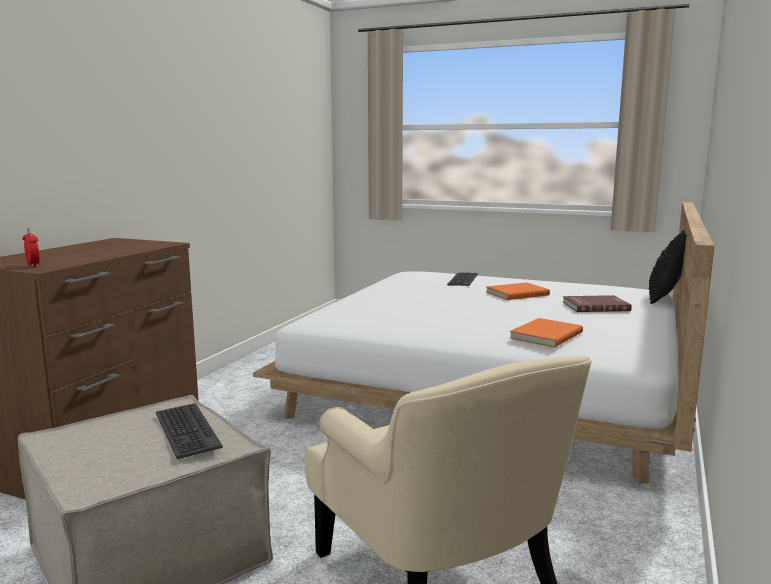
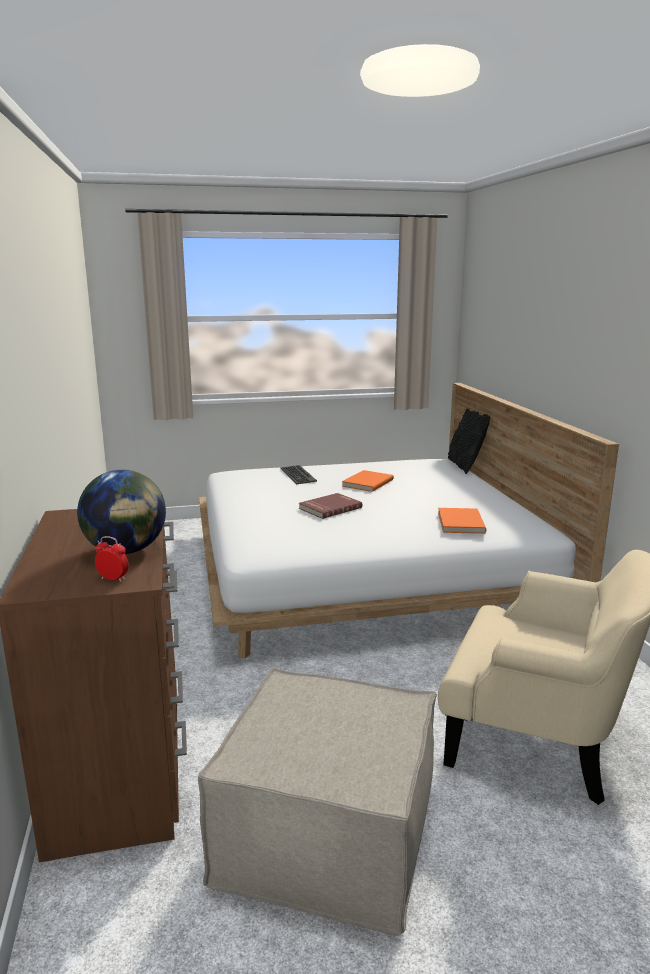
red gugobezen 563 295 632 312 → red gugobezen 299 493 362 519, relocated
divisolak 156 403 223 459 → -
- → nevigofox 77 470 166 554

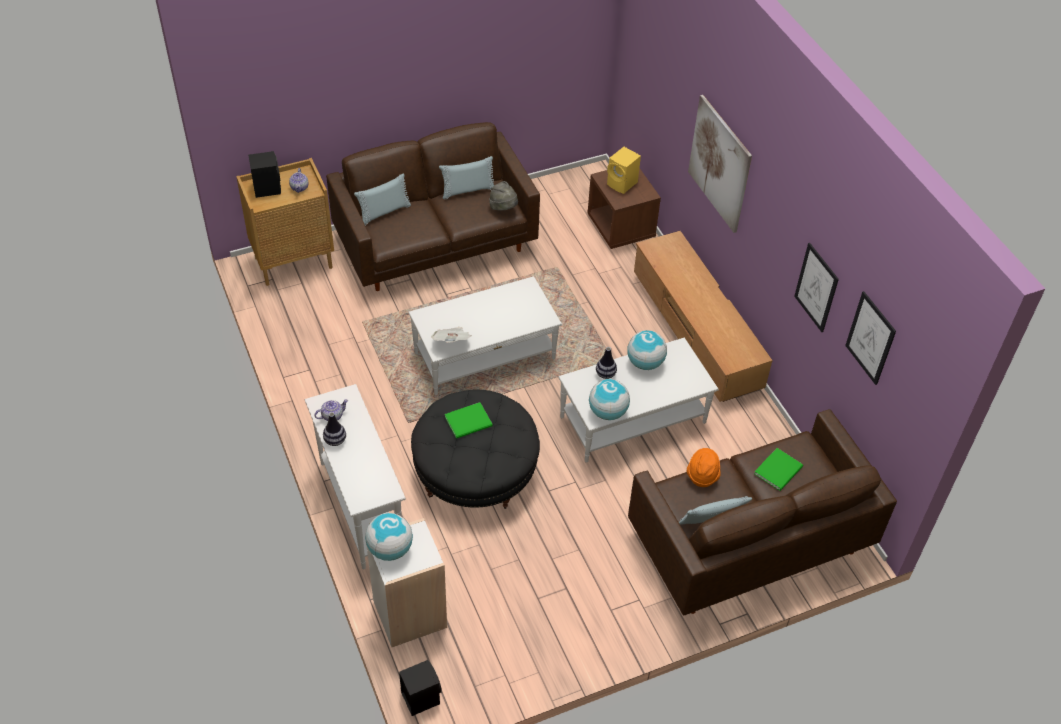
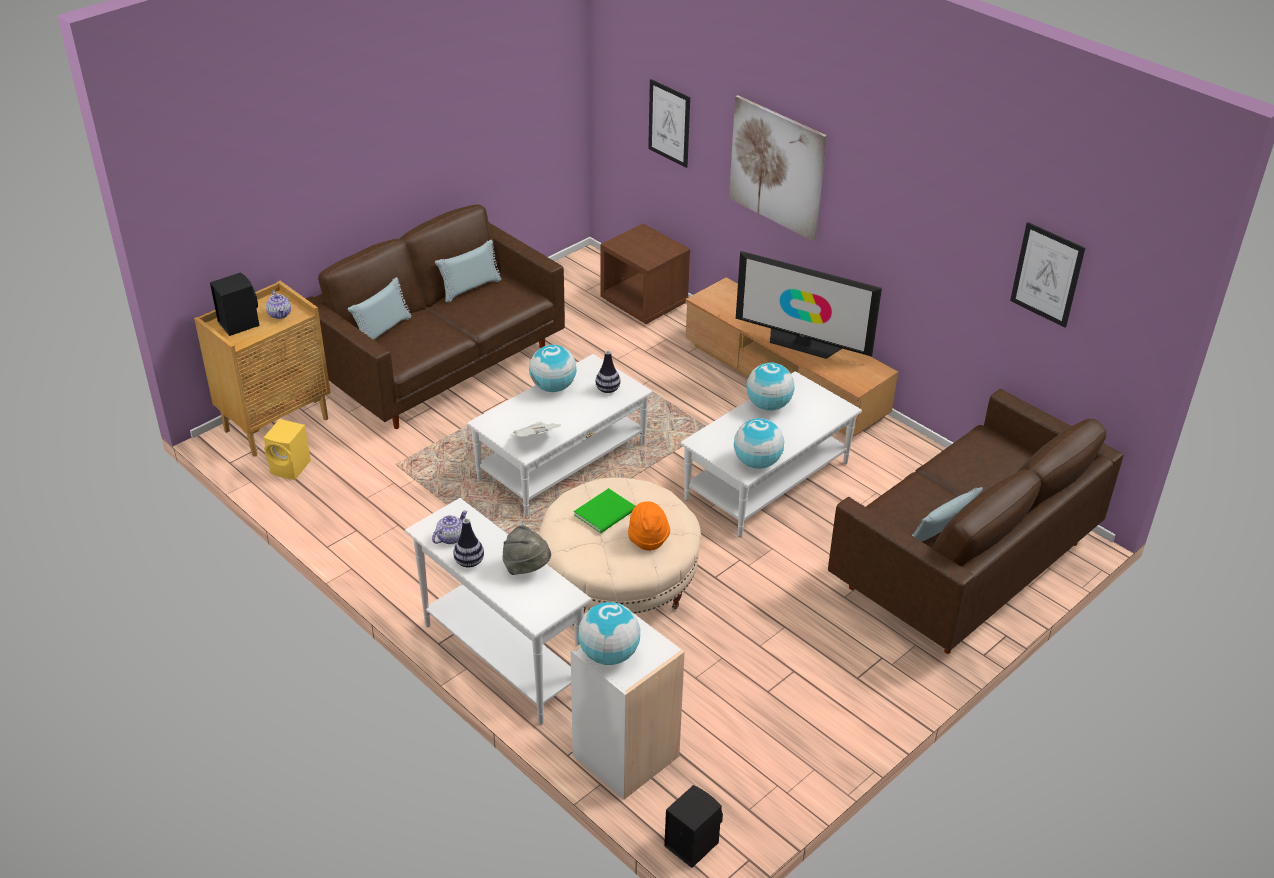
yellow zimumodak 607 147 641 194 → yellow zimumodak 263 419 311 480, relocated
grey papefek 489 181 518 210 → grey papefek 502 525 551 575, relocated
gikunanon 794 243 839 332 → gikunanon 648 79 690 168, relocated
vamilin 596 347 617 379 → vamilin 596 351 621 393, relocated
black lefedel 411 390 540 509 → beige lefedel 539 478 701 614
orange papefek 687 448 721 487 → orange papefek 628 501 670 551, relocated
green gugobezen 754 448 803 491 → -
- → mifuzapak 736 251 882 359
- → nevigofox 529 345 576 392

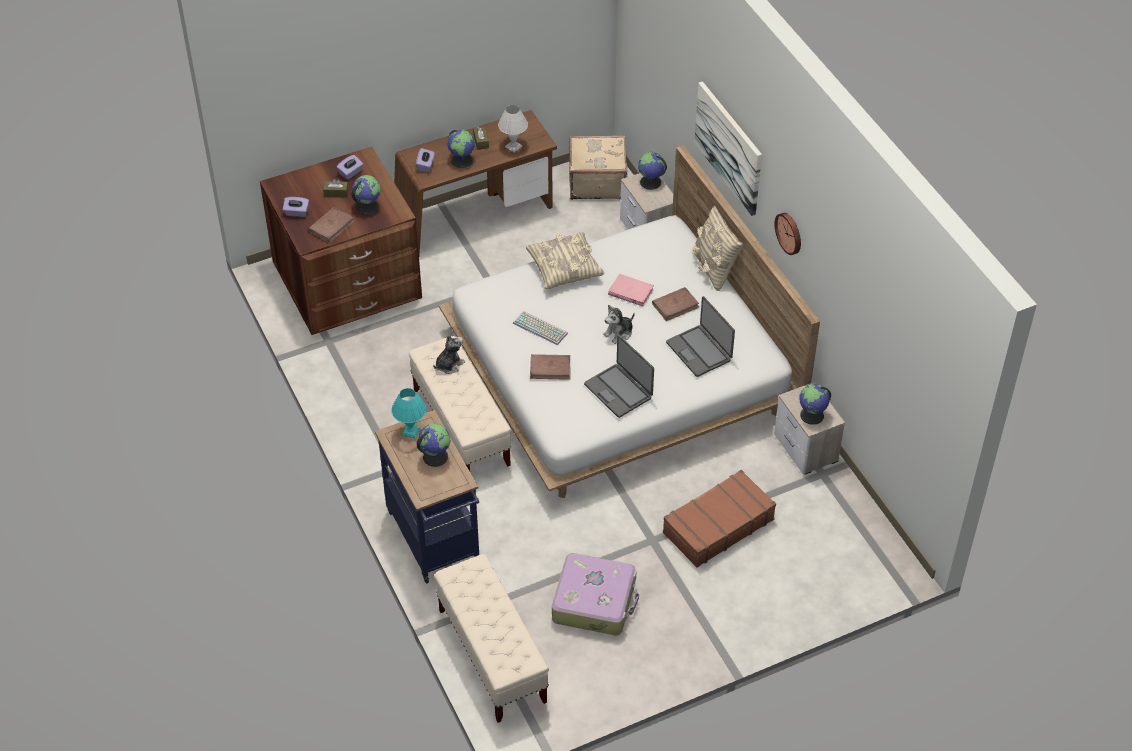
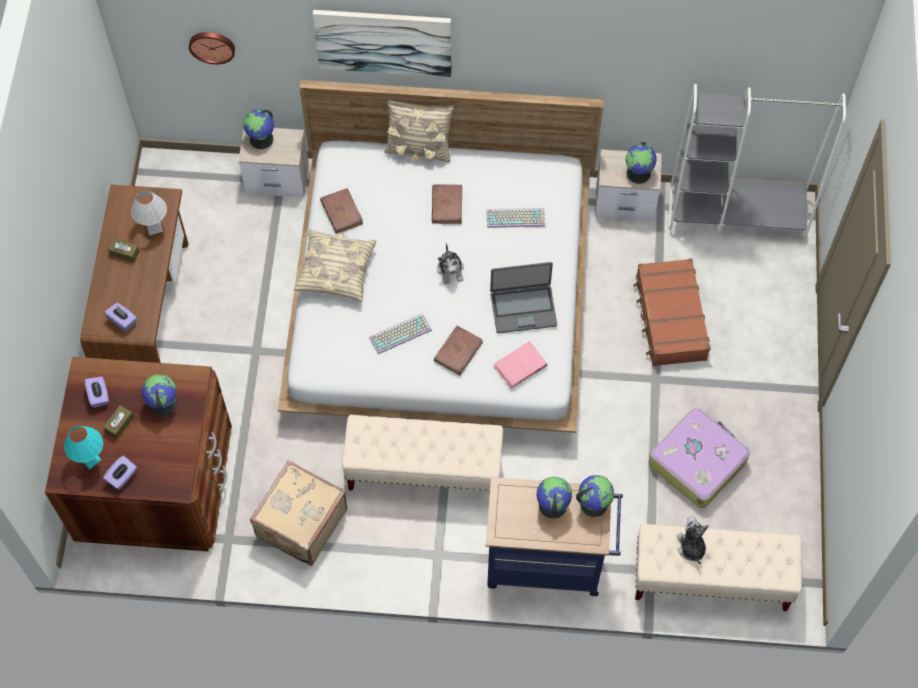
nevigofox 447 129 475 168 → nevigofox 576 475 614 517, relocated
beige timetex 569 135 628 200 → beige timetex 250 460 348 566, relocated
brown gugobezen 308 207 355 243 → brown gugobezen 320 188 363 234, relocated
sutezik 774 213 801 255 → sutezik 189 32 235 64, relocated
pink gugobezen 608 274 654 306 → pink gugobezen 493 341 548 389, relocated
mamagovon 666 296 735 377 → divisolak 487 208 545 228
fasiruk 433 335 465 374 → fasiruk 677 516 709 564, relocated
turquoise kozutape 391 388 427 438 → turquoise kozutape 64 426 103 470, relocated
- → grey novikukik 669 84 846 239

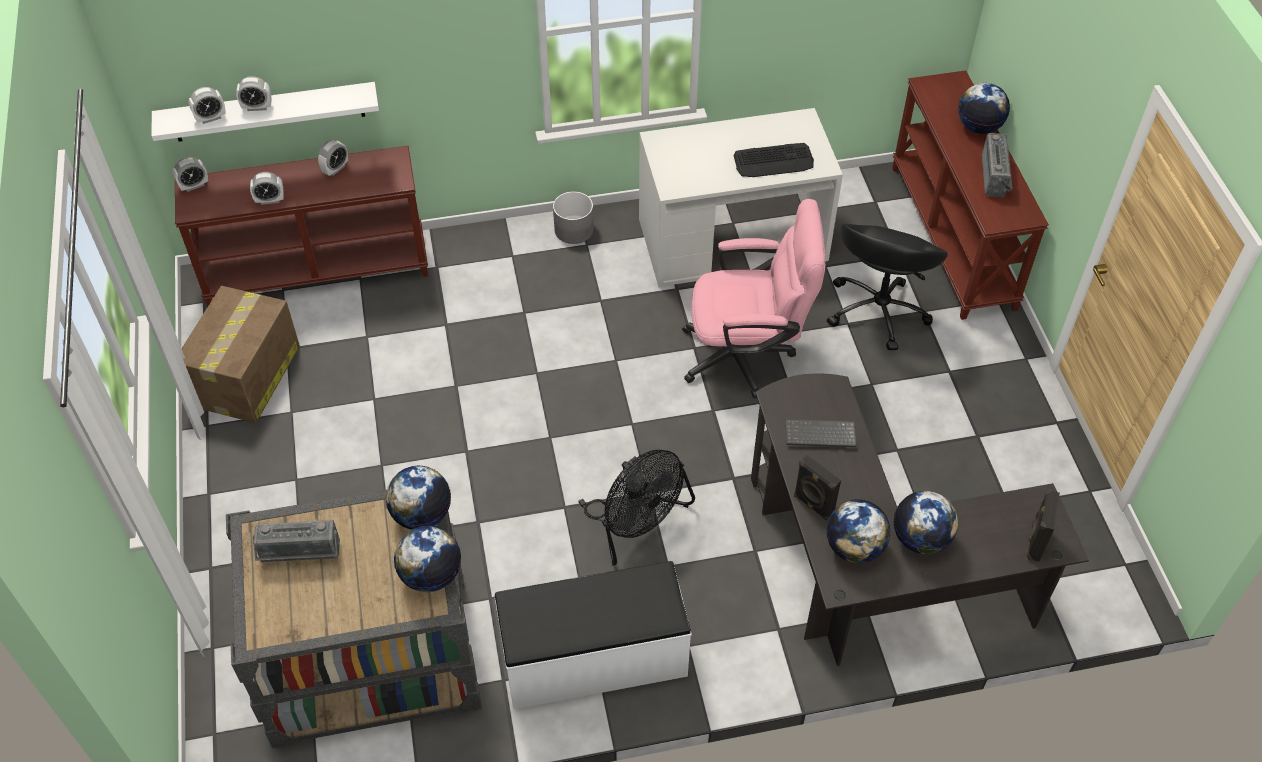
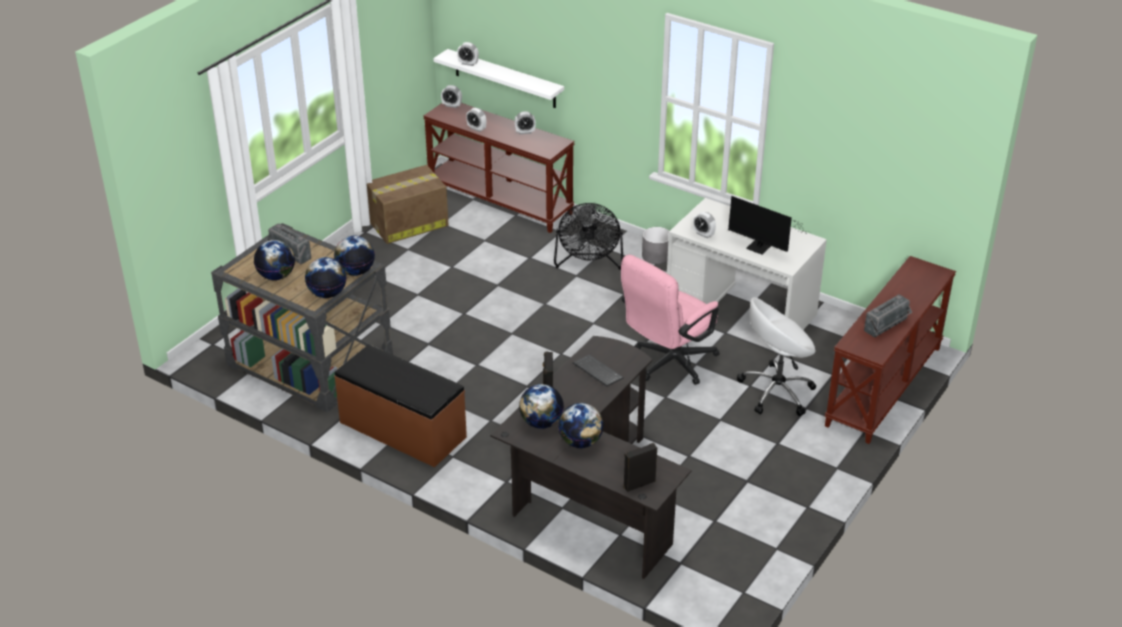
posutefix 236 76 271 111 → posutefix 693 212 716 238, relocated
nevigofox 958 83 1010 134 → nevigofox 254 240 295 280, relocated
divisolak 734 143 814 177 → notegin 728 196 806 255
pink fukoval 682 199 825 398 → pink fukoval 621 255 720 385, 90 degrees clockwise
black fukoval 827 224 948 350 → white fukoval 737 297 816 416
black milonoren 579 450 695 565 → black milonoren 554 203 623 270, relocated
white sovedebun 495 561 691 709 → brown sovedebun 334 344 467 467

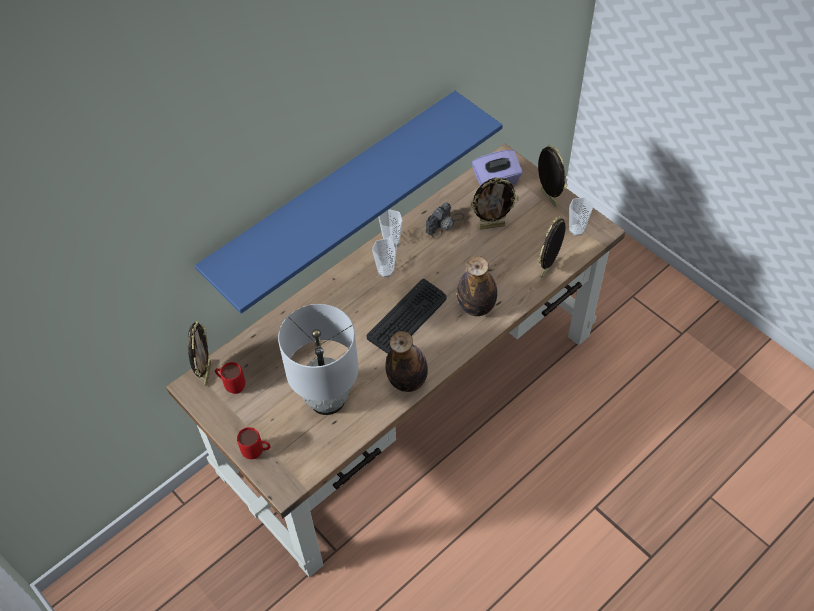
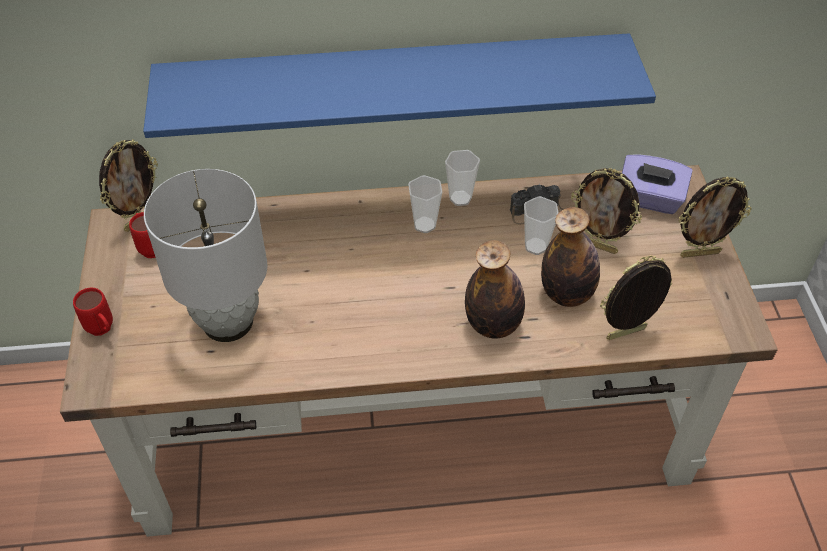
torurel 538 144 568 207 → torurel 679 176 752 258, 75 degrees clockwise
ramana 569 197 594 236 → ramana 524 196 558 255, relocated
divisolak 367 279 447 354 → -
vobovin 385 331 428 392 → vobovin 541 207 600 307, relocated

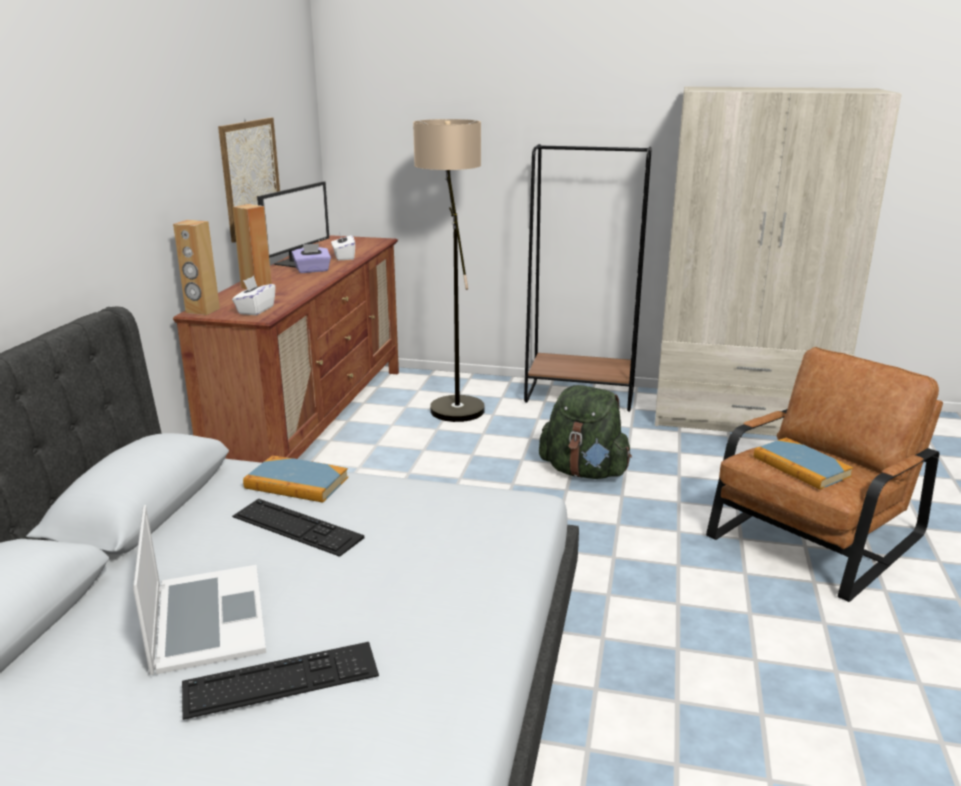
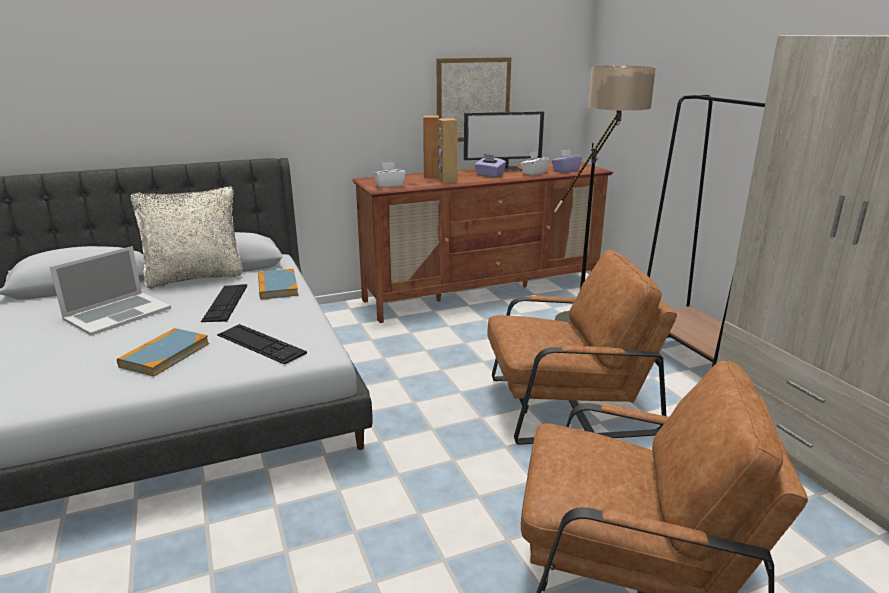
brown zimumodak 173 220 220 315 → brown zimumodak 438 118 458 183, relocated
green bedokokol 539 385 632 479 → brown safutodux 487 249 677 445
gugobezen 754 438 853 489 → gugobezen 117 328 209 376, relocated
divisolak 182 642 379 720 → divisolak 217 324 307 365, relocated
- → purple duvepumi 552 149 582 173
- → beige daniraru 130 186 243 288

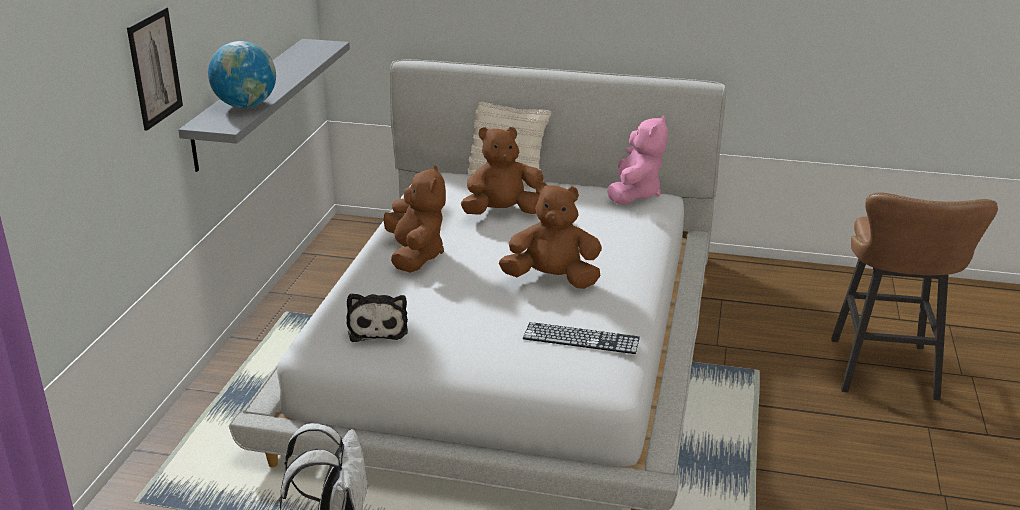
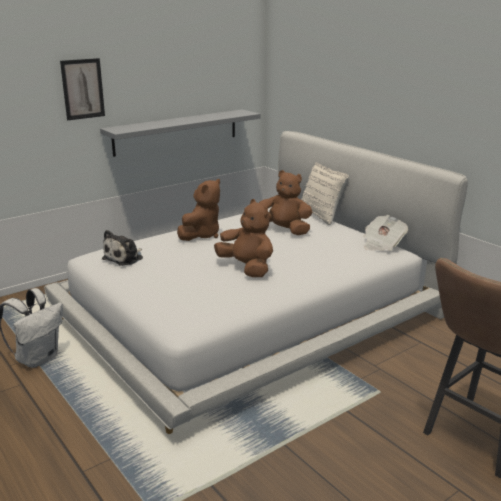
nevigofox 208 41 276 108 → -
pink fasiruk 607 115 668 204 → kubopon 364 215 408 251
divisolak 523 322 640 354 → -

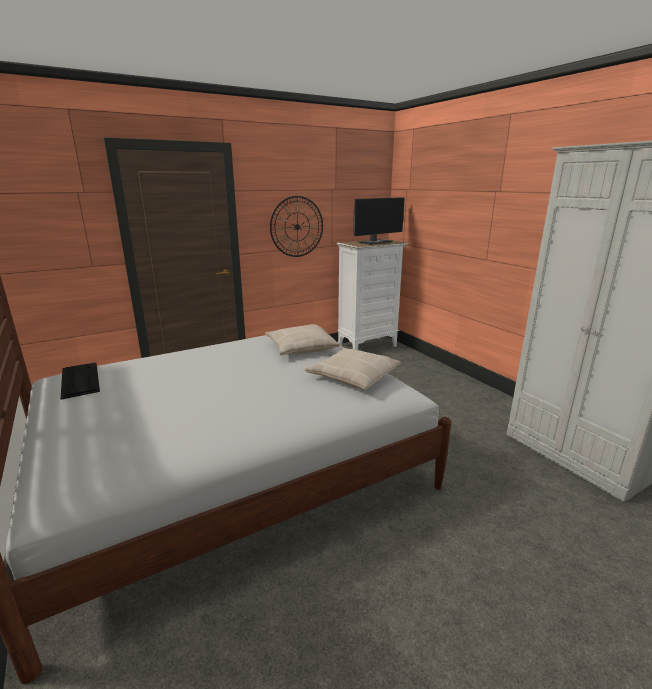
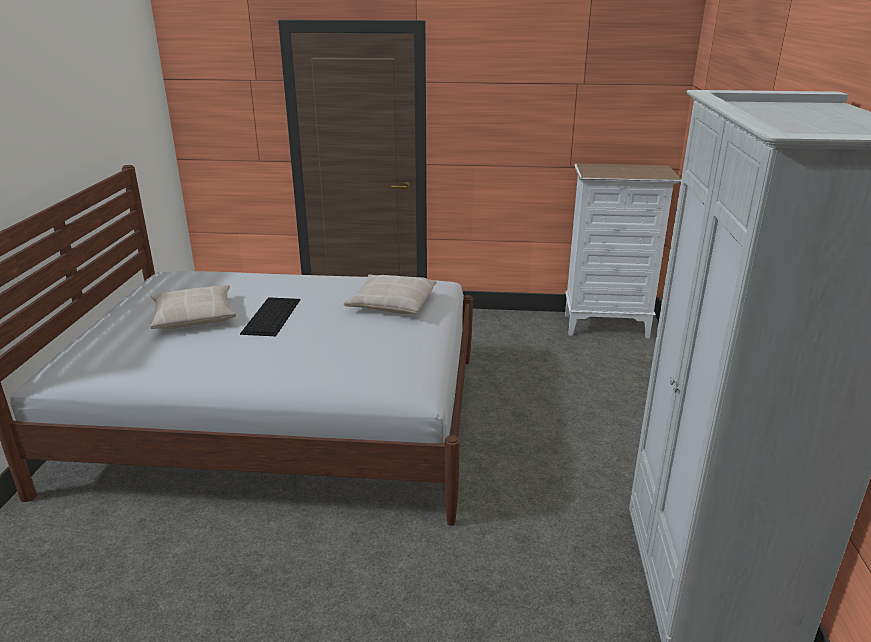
sutezik 270 196 323 257 → -
notegin 353 197 405 245 → -
beige daniraru 305 347 400 390 → beige daniraru 150 285 236 329, relocated
divisolak 61 362 100 400 → divisolak 240 297 301 336, relocated

